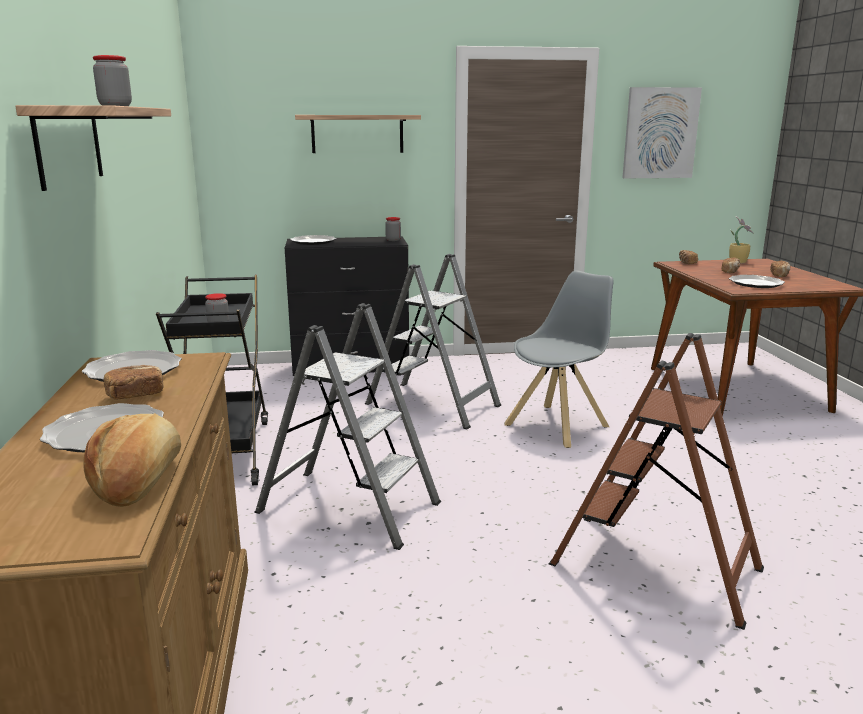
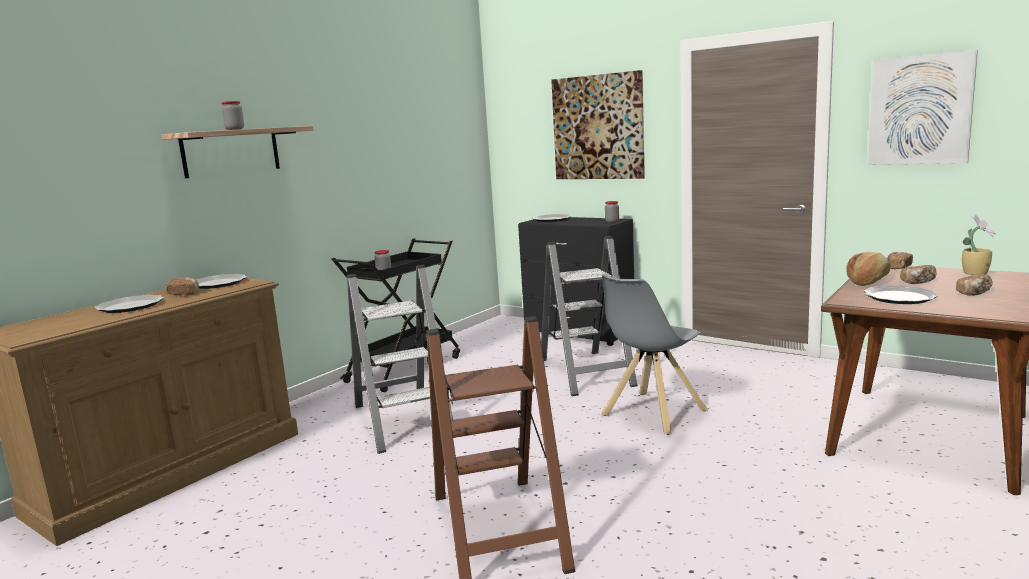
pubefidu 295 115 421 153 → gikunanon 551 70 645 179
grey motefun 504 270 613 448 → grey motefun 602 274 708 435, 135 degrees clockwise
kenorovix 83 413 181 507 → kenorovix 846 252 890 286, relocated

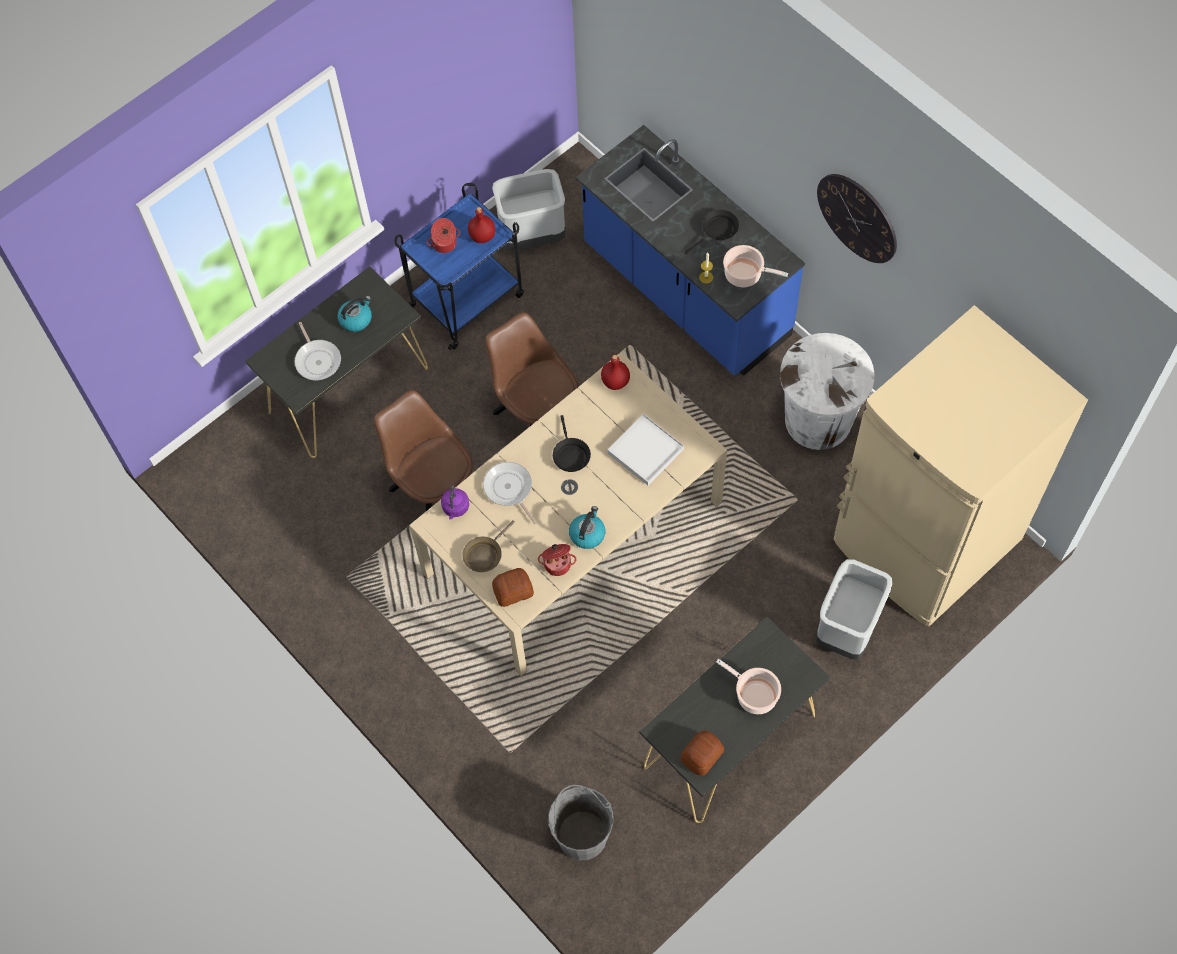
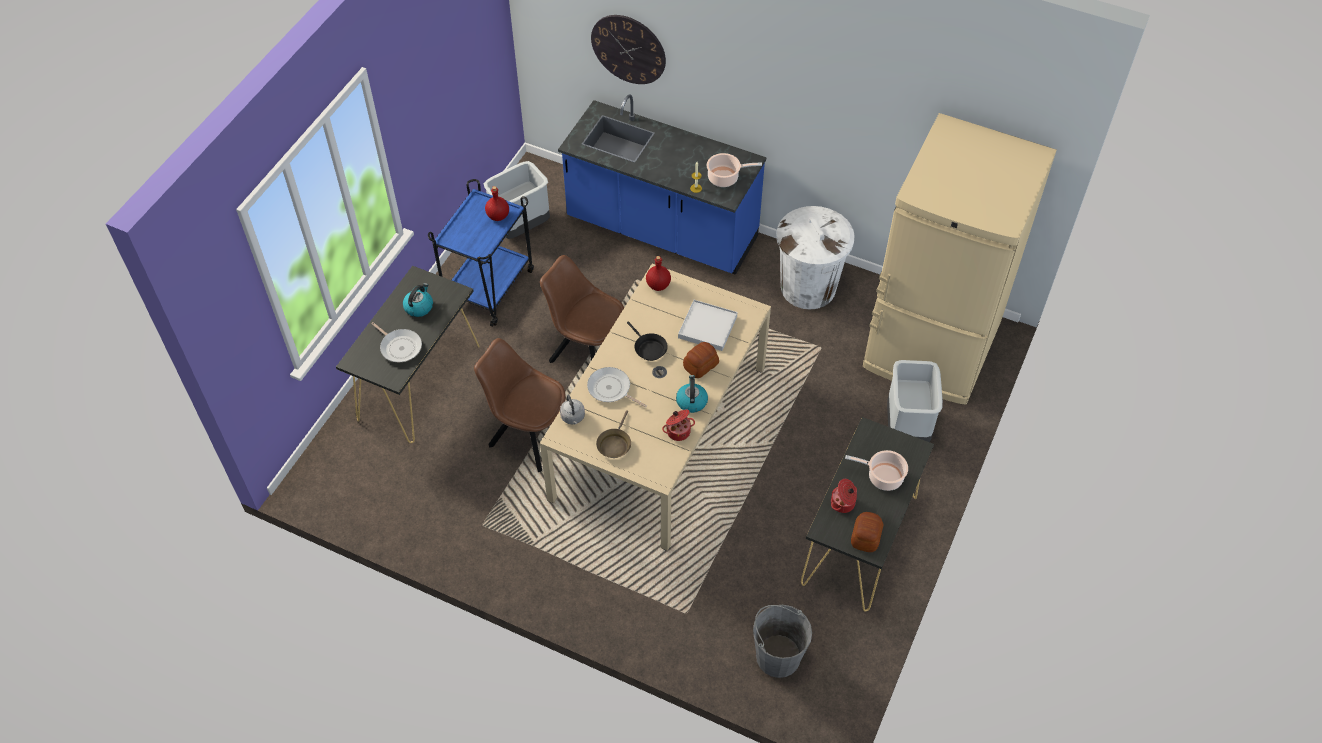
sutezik 817 174 897 263 → sutezik 591 15 666 84, relocated
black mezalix 685 210 739 254 → -
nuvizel 427 218 460 253 → nuvizel 831 479 857 513, relocated
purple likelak 441 485 469 520 → grey likelak 560 394 585 424
kenorovix 492 568 534 607 → kenorovix 683 342 719 378, relocated

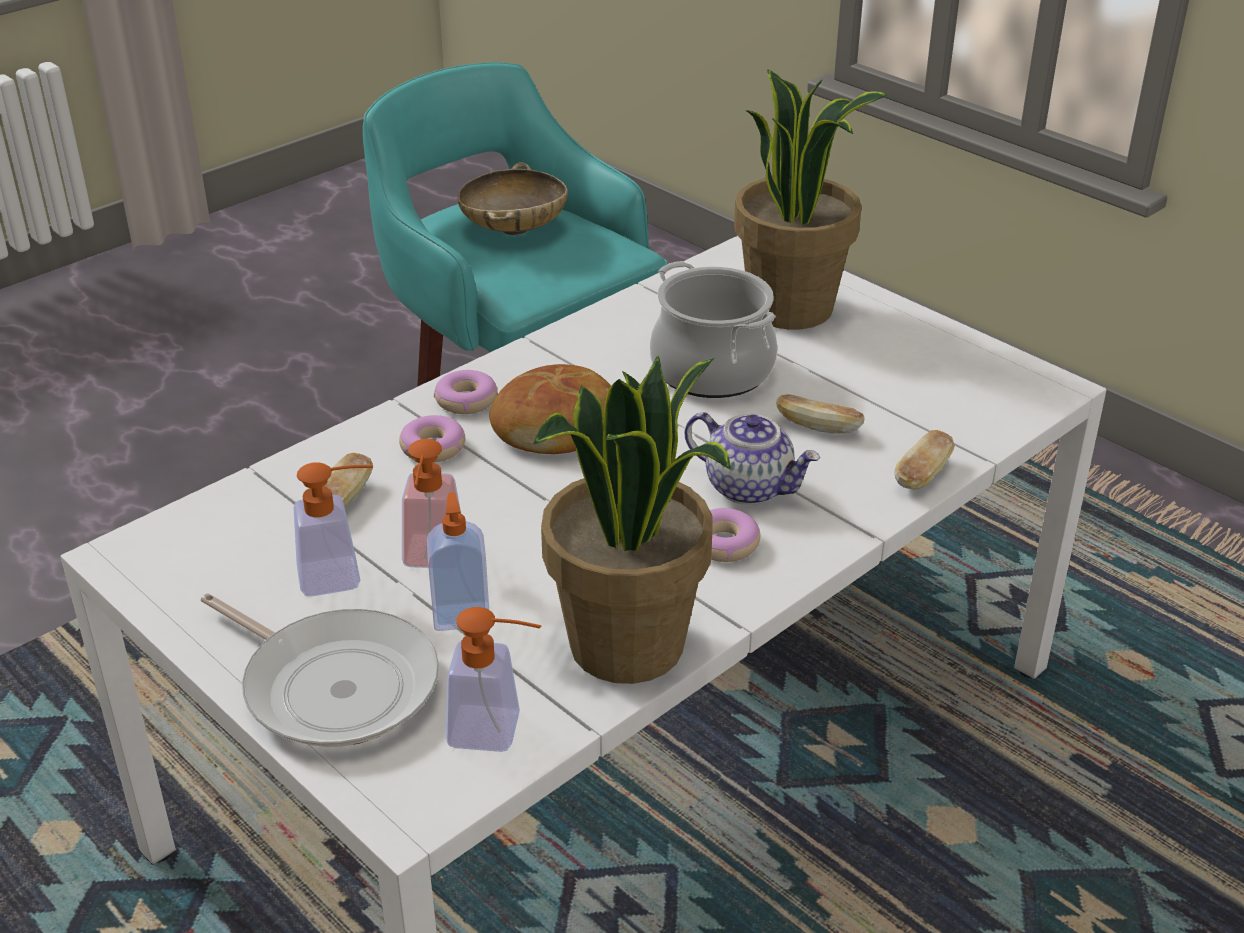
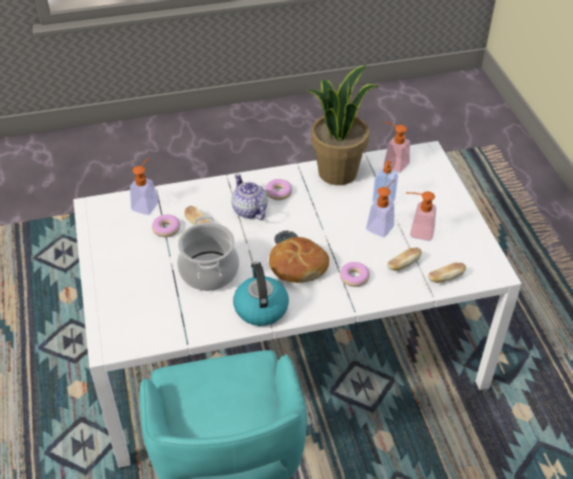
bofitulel 734 69 888 330 → -
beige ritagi 458 162 568 235 → -
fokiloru 434 370 498 414 → fokiloru 152 214 180 237, relocated
kenorovix 894 430 955 489 → kenorovix 428 262 466 283, relocated
mezalix 201 593 439 747 → -
- → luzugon 130 157 159 215
- → likelak 233 262 289 326

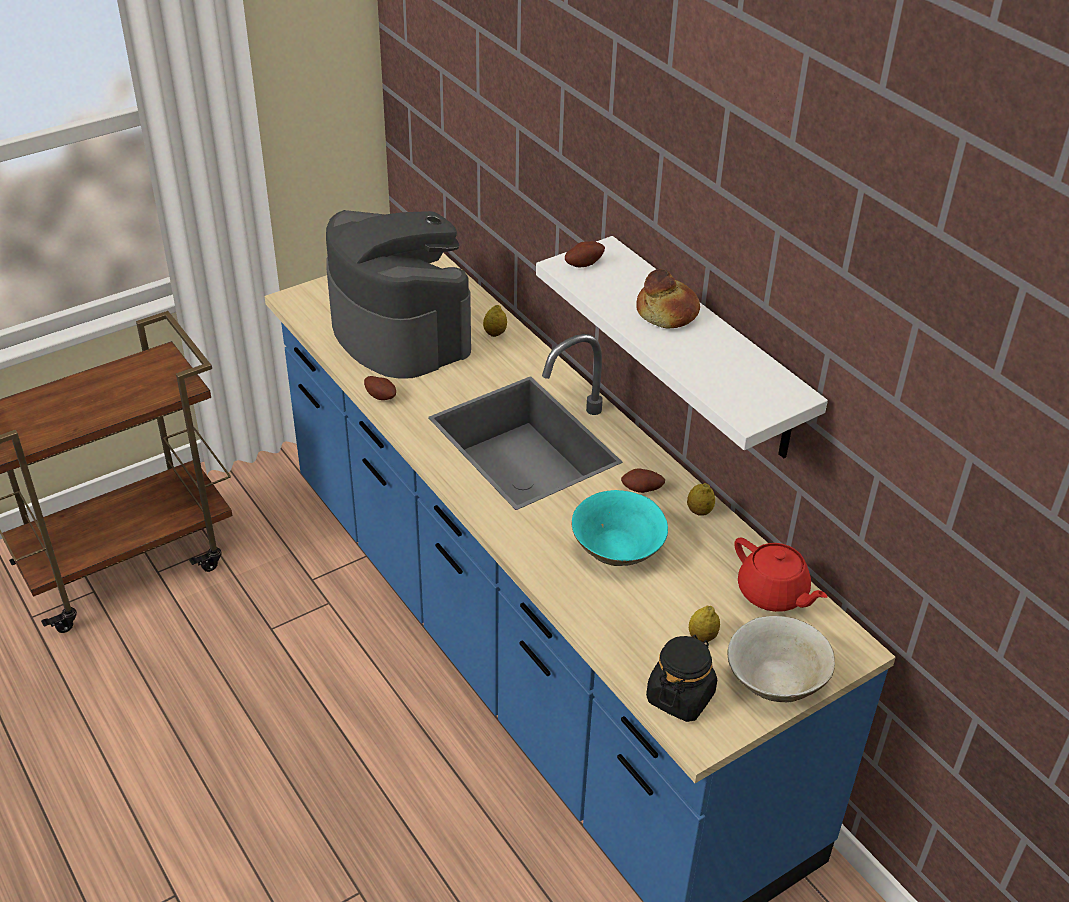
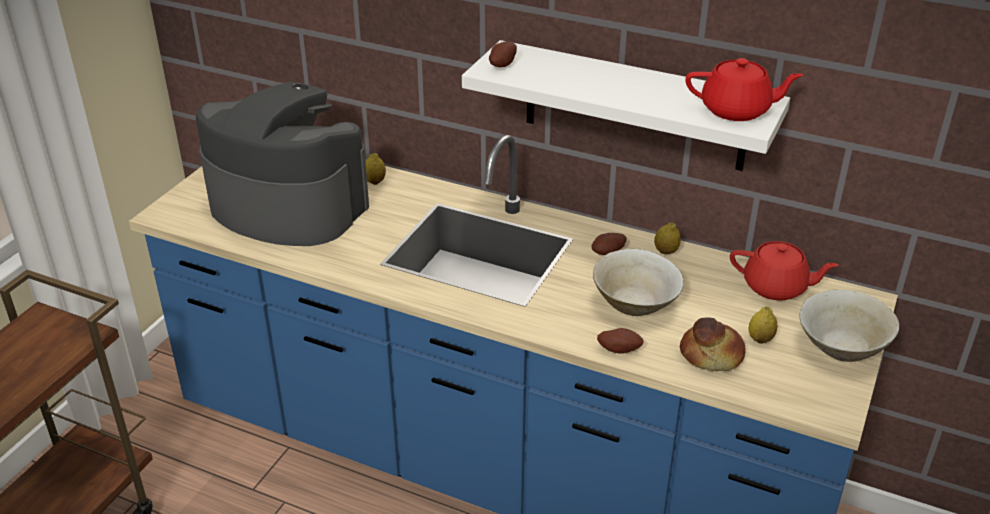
kenorovix 636 269 700 328 → kenorovix 680 317 746 371, relocated
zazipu 364 376 396 400 → zazipu 597 328 644 354, relocated
turquoise ritagi 572 490 668 566 → beige ritagi 593 248 684 316
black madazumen 646 635 717 722 → -
- → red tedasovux 685 58 803 121

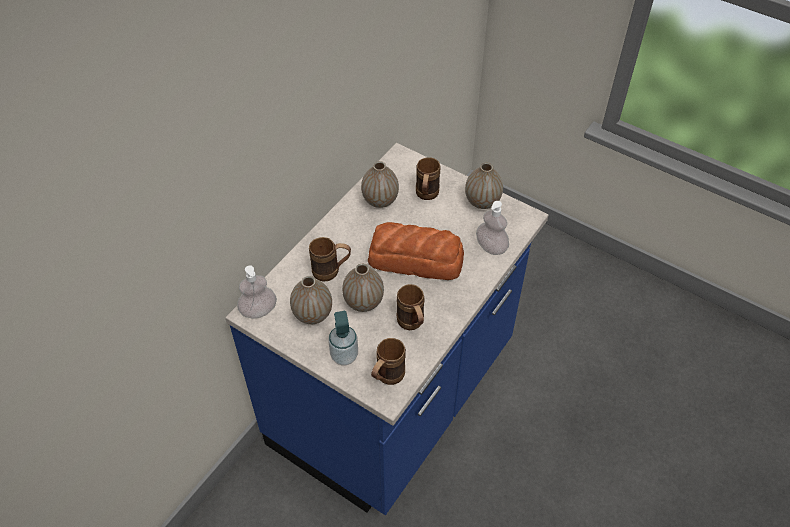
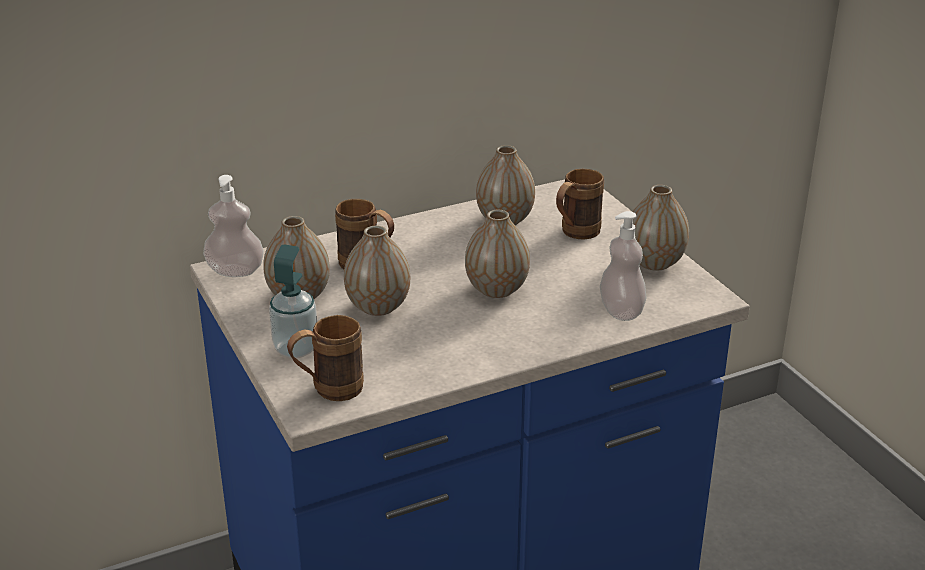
kenorovix 368 222 464 280 → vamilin 465 210 530 298
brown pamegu 397 284 425 331 → -

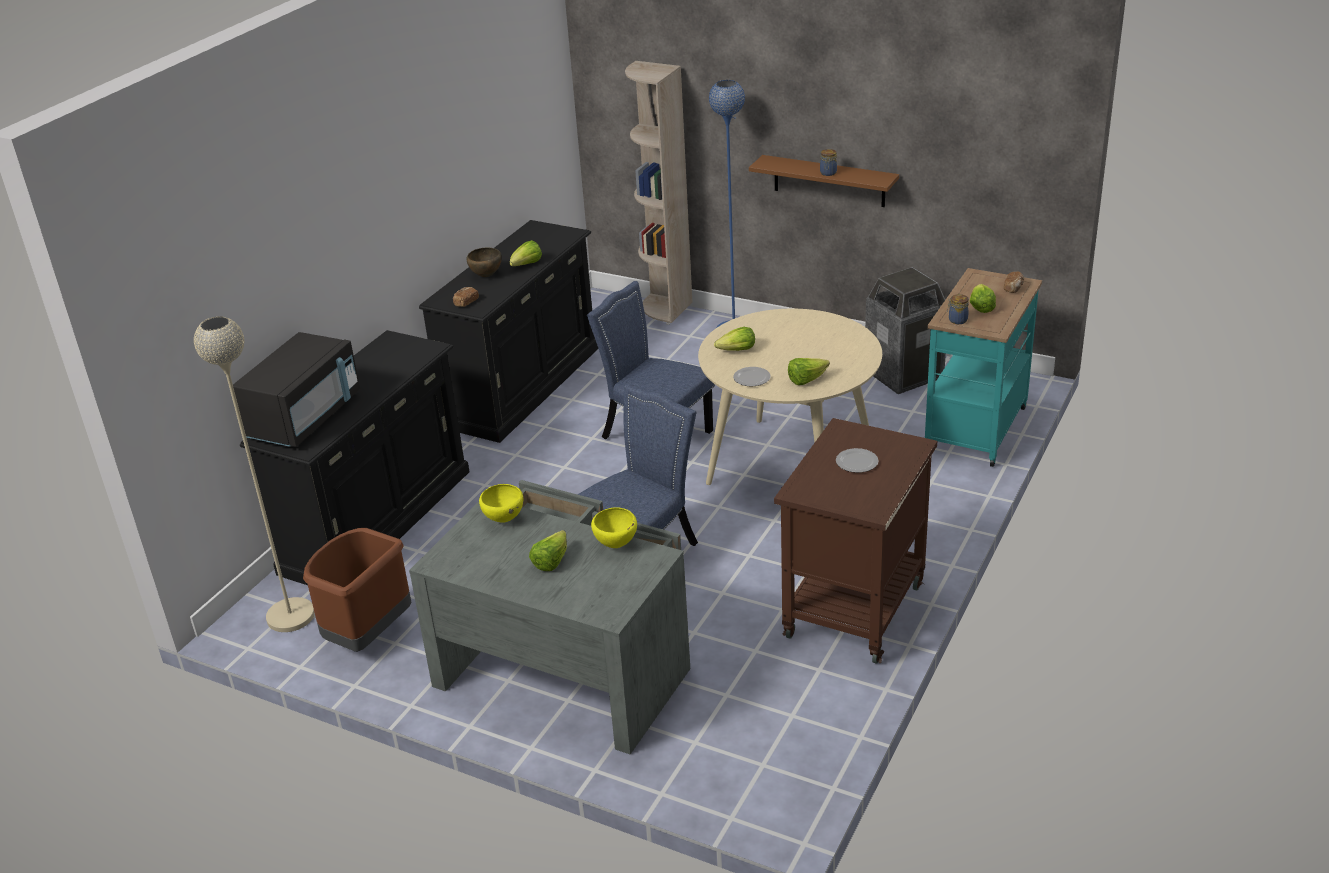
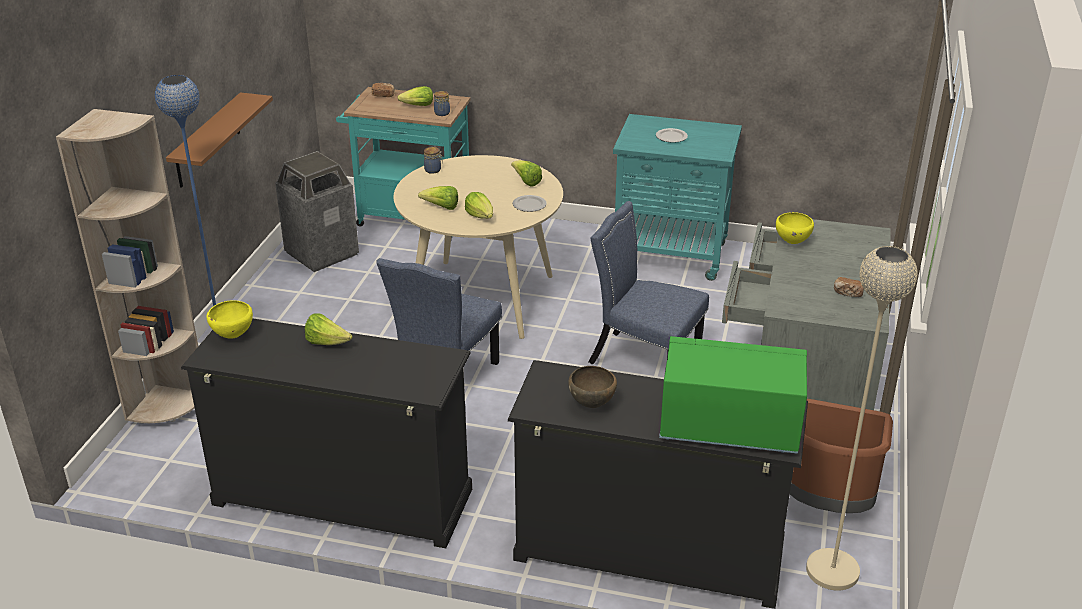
madazumen 820 149 837 176 → madazumen 424 147 443 174, relocated
brown ritagi 467 248 502 277 → brown ritagi 568 366 617 408, relocated
kenorovix 453 287 479 307 → kenorovix 834 277 864 297, relocated
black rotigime 233 332 360 447 → green rotigime 659 336 807 454
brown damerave 774 418 937 664 → turquoise damerave 613 114 742 281
yellow ritagi 479 484 523 523 → yellow ritagi 206 300 253 339, relocated
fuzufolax 529 530 567 571 → fuzufolax 418 186 458 210, relocated

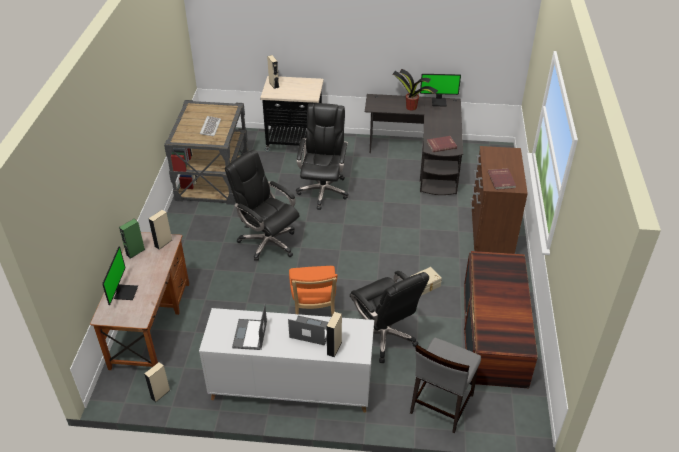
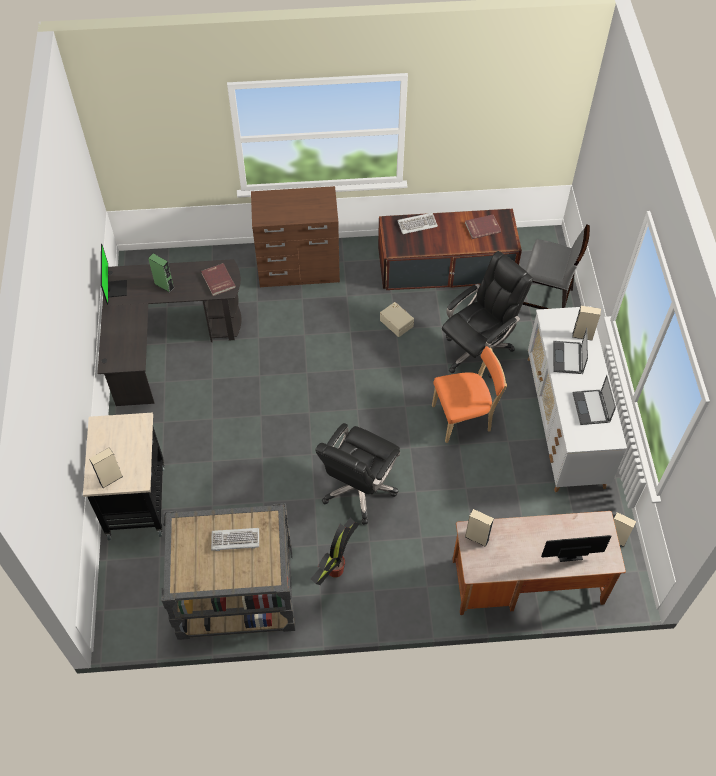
bofitulel 393 69 438 111 → bofitulel 311 517 359 585, relocated
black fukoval 296 103 348 210 → -
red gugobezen 488 169 516 190 → red gugobezen 465 215 501 239, relocated
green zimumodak 119 219 145 259 → green zimumodak 148 254 174 293, relocated
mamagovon 232 303 267 350 → mamagovon 572 375 616 425, 90 degrees clockwise
- → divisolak 398 213 438 234

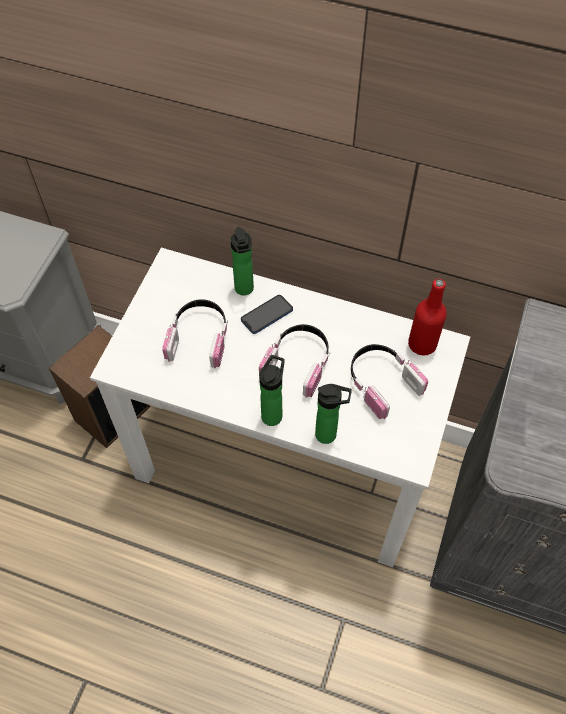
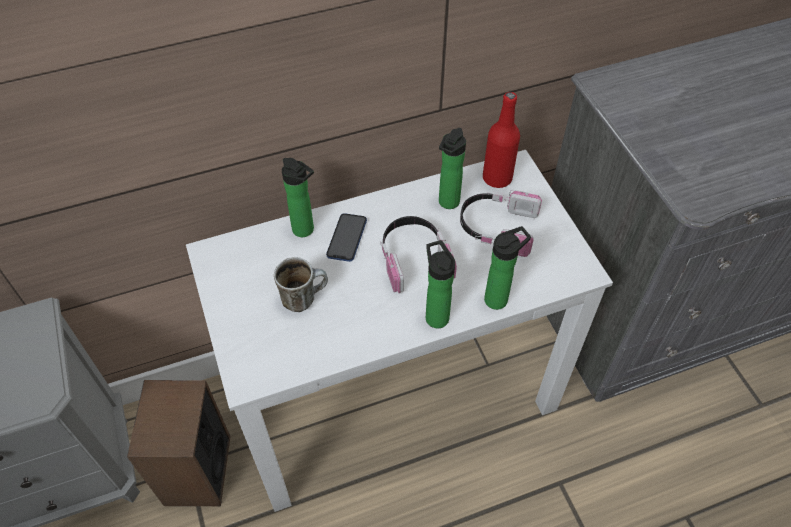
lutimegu 162 299 228 368 → pamegu 274 257 328 312
- → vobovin 439 128 466 209

